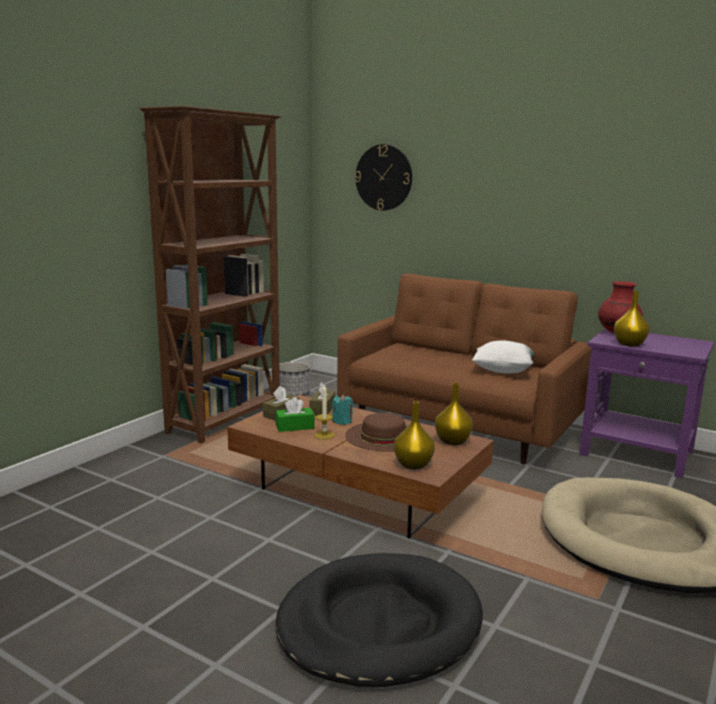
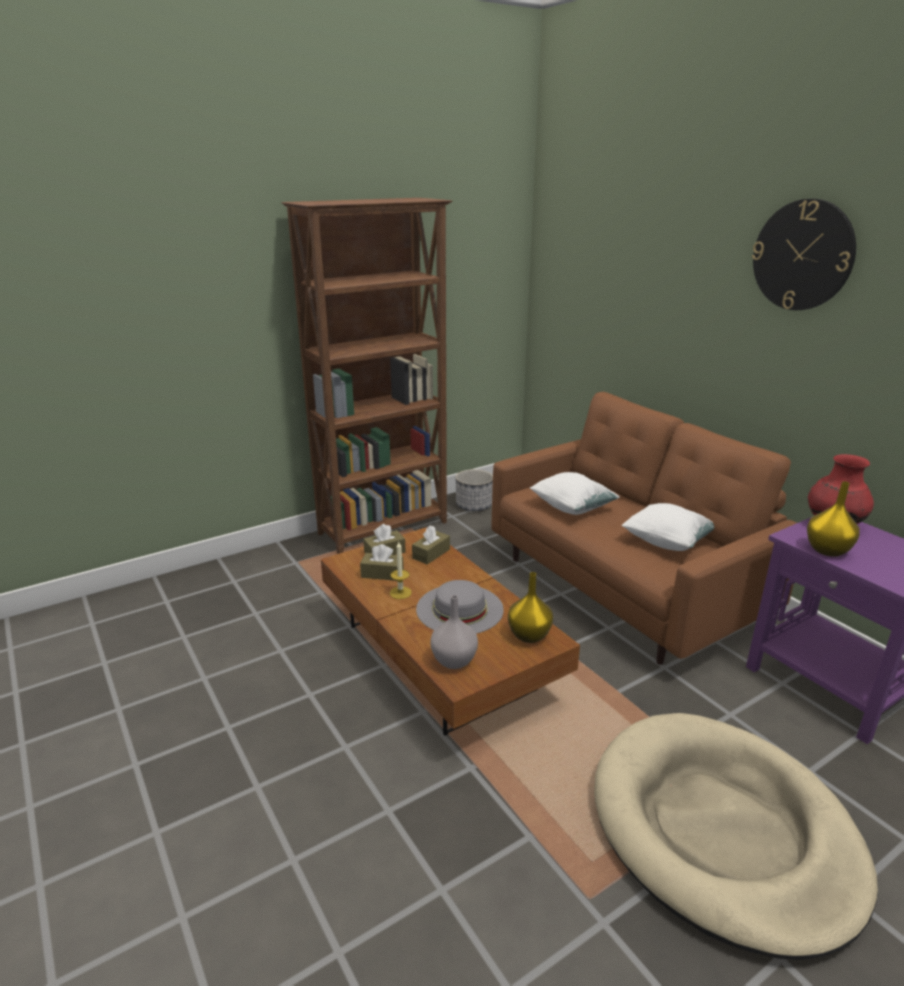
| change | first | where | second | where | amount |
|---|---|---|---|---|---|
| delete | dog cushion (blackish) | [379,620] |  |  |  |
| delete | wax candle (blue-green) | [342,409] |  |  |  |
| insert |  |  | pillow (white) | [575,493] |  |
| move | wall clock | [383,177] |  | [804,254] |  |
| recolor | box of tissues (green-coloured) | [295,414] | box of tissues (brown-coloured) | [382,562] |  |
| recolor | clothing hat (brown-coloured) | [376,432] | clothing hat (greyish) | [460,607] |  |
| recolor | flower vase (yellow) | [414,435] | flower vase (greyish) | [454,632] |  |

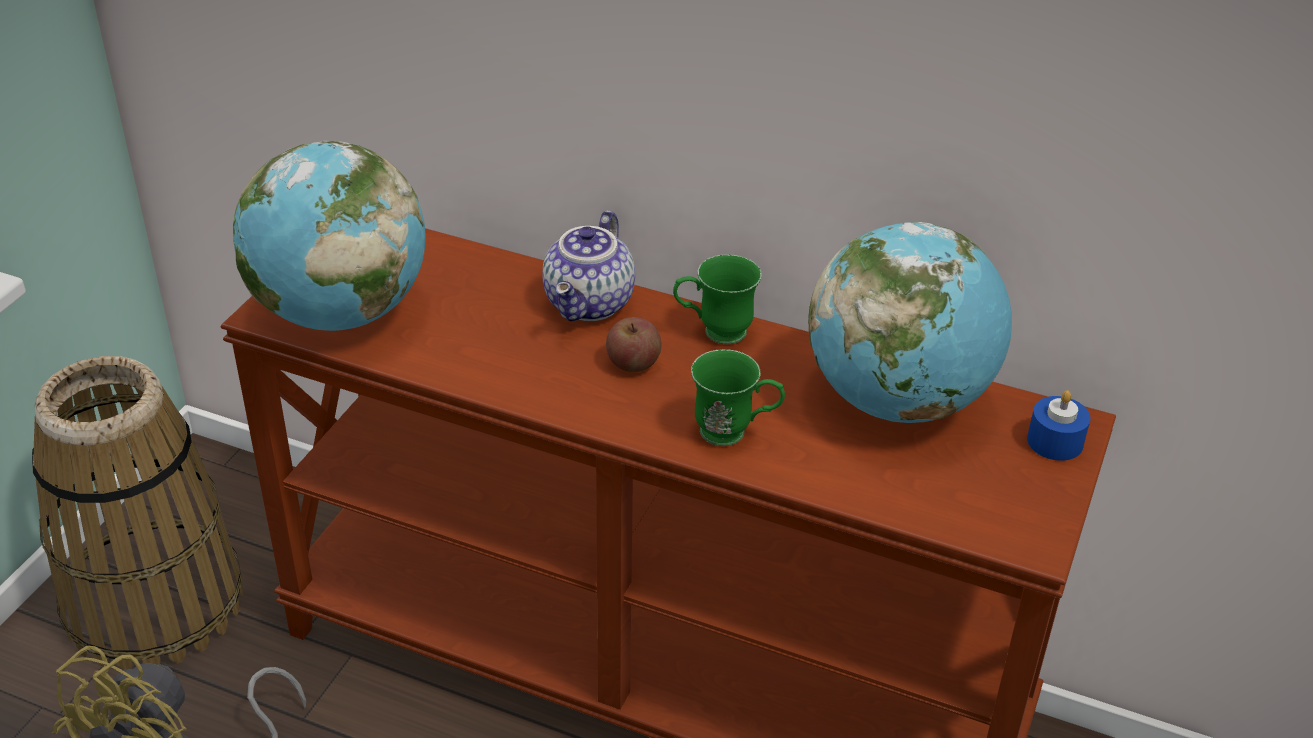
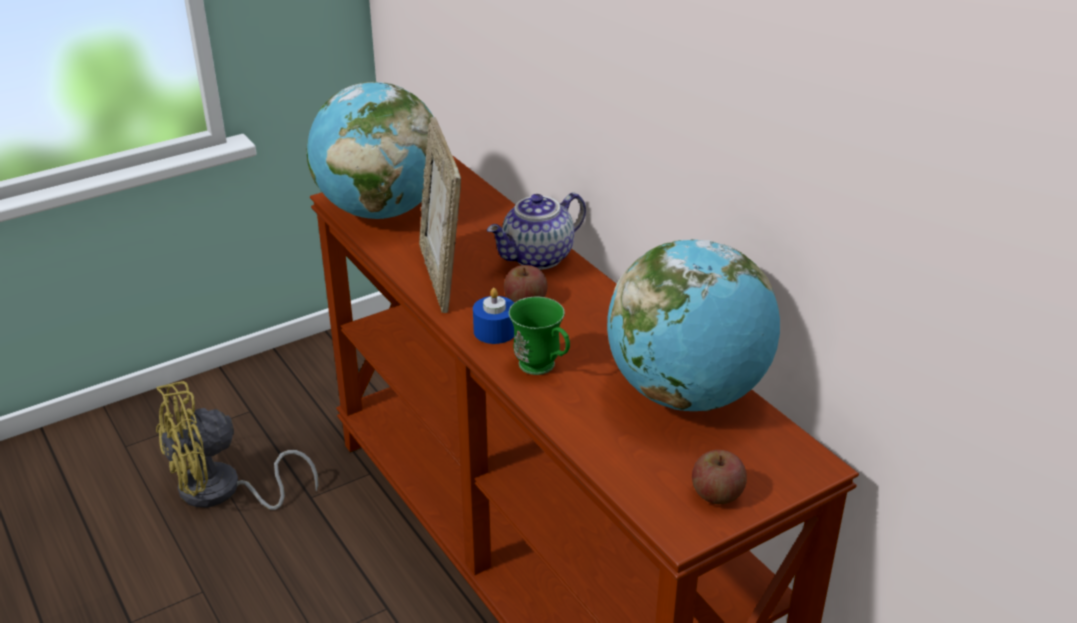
| change | first | where | second | where | amount |
|---|---|---|---|---|---|
| delete | basket | [137,513] |  |  |  |
| delete | mug (green-coloured) | [717,299] |  |  |  |
| insert |  |  | photo frame | [440,215] |  |
| insert |  |  | apple | [719,477] |  |
| move | wax candle (blue) | [1058,425] |  | [493,316] |  |

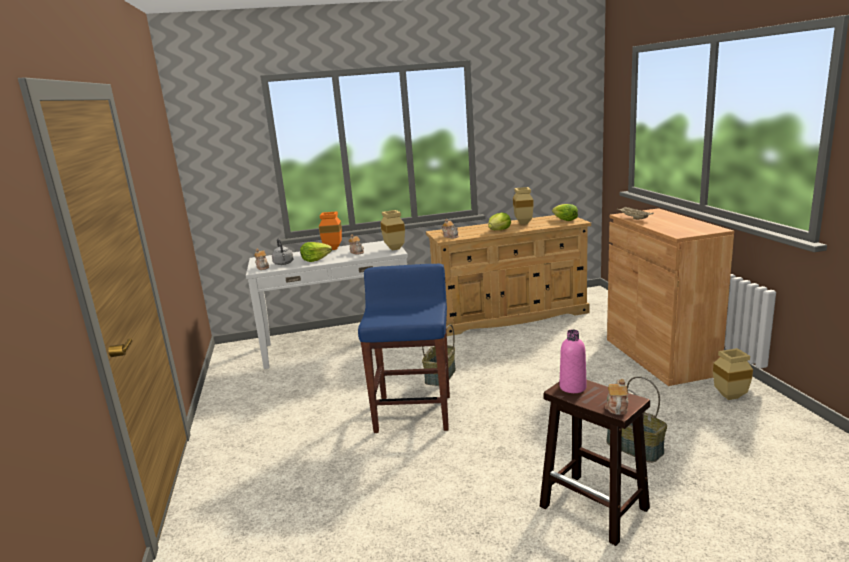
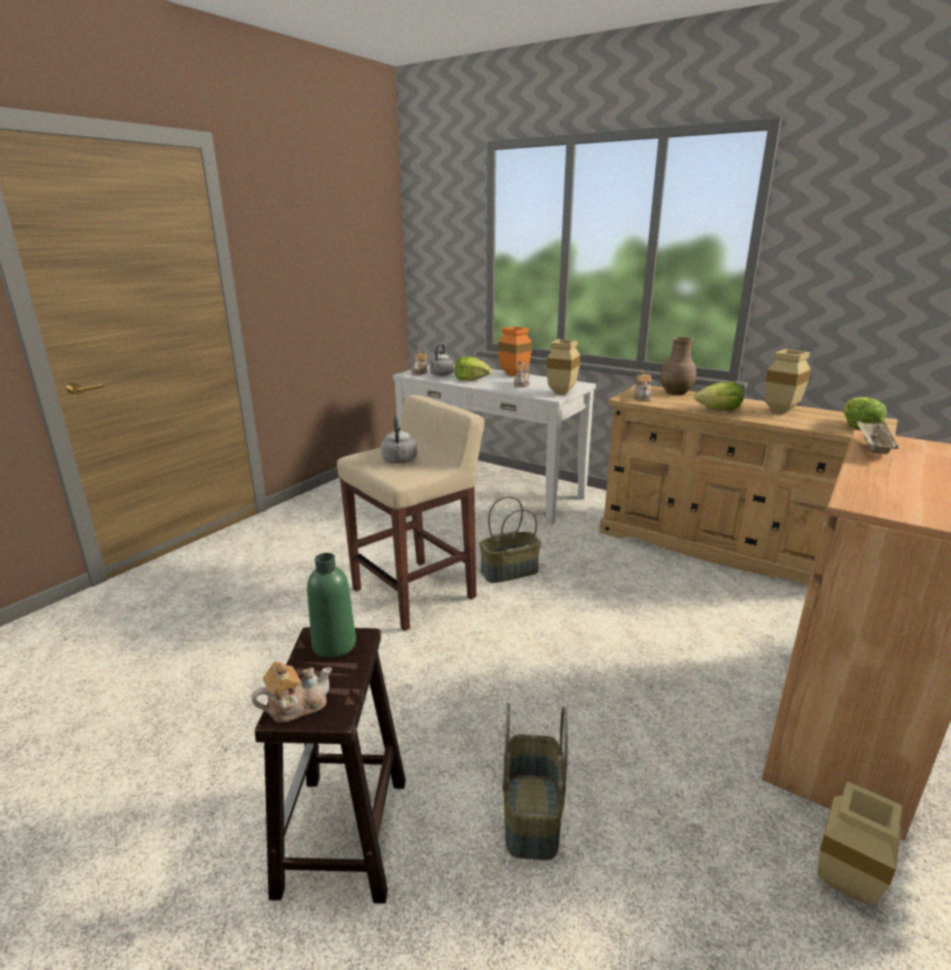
| change | first | where | second | where | amount |
|---|---|---|---|---|---|
| insert |  |  | kettle (greyish) | [399,439] |  |
| insert |  |  | flower vase (brown-coloured) | [678,366] |  |
| recolor | stool seat (blue) | [404,348] | stool seat (sand-coloured) | [411,513] |  |
| recolor | beverage bottle (pink-coloured) | [573,361] | beverage bottle (green-coloured) | [331,605] |  |

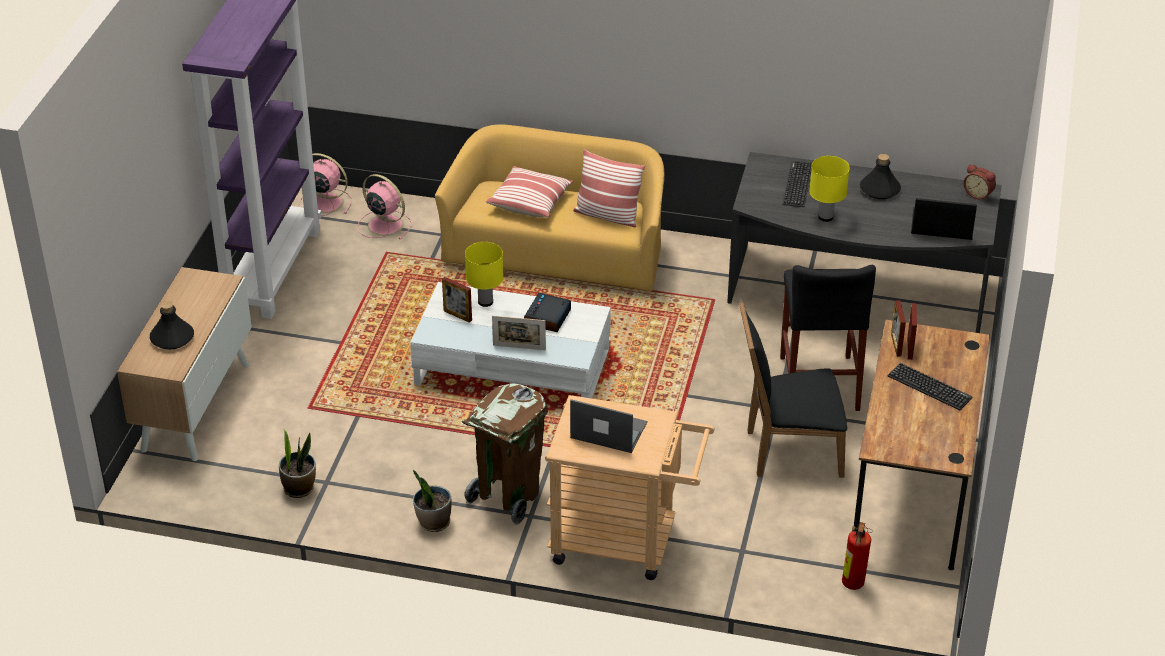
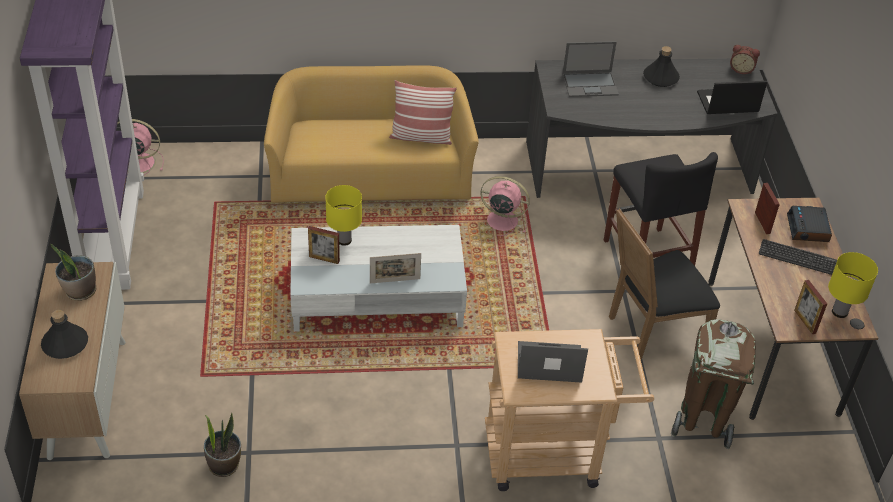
| change | first | where | second | where | amount |
|---|---|---|---|---|---|
| delete | pillow | [529,192] |  |  |  |
| delete | fire-fighting cylinder | [857,556] |  |  |  |
| move | electric fan (pink-coloured) | [384,206] |  | [505,206] |  |
| move | potted plant | [432,501] |  | [73,272] |  |
| move | trash can (brown-coloured) | [505,454] |  | [713,384] |  |
| move | alarm clock | [547,312] |  | [809,224] |  |
| move | tabletop lamp (yellow) | [829,189] |  | [853,285] |  |
| move | photo frame | [898,328] |  | [810,307] |  |
| replace | PC keyboard | [797,184] | notebook computer | [591,69] |  |

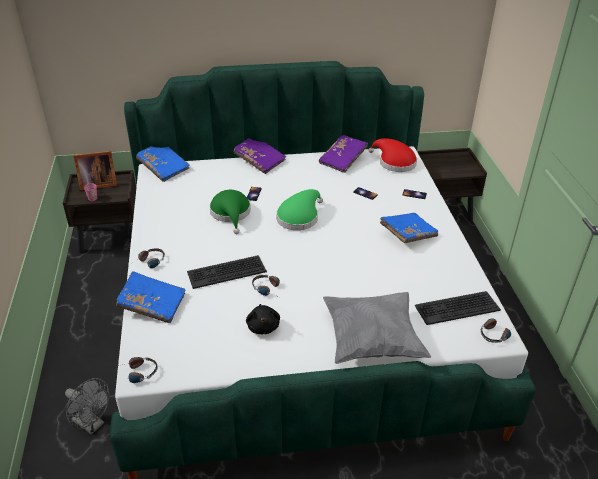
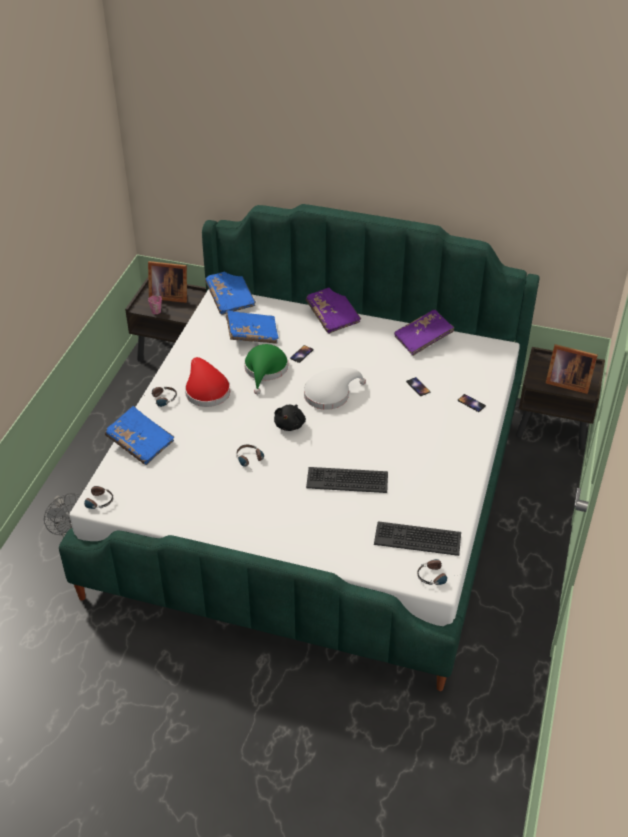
| change | first | where | second | where | amount |
|---|---|---|---|---|---|
| delete | pillow (greyish) | [377,328] |  |  |  |
| insert |  |  | photo frame | [572,369] |  |
| move | PC keyboard | [227,272] |  | [347,480] |  |
| move | soft toy (blackish) | [263,319] |  | [290,418] |  |
| move | clothing hat (red) | [392,155] |  | [207,382] |  |
| move | volume (blue) | [409,228] |  | [252,326] |  |
| recolor | clothing hat (green-coloured) | [299,209] | clothing hat (white) | [335,388] |  |

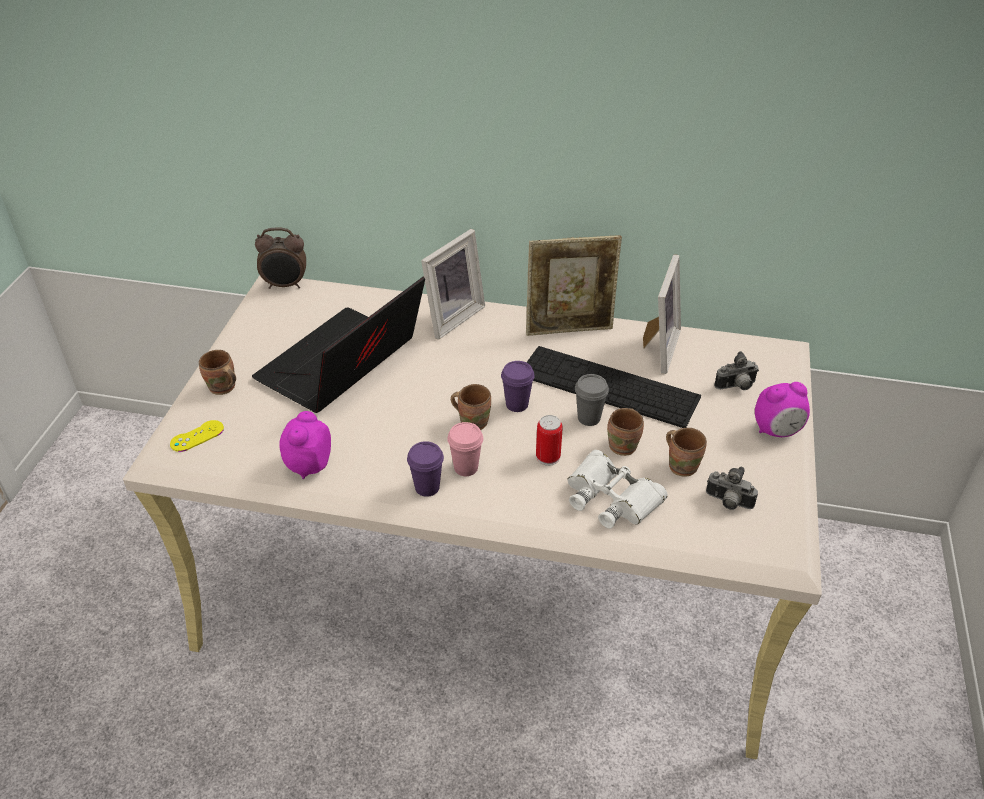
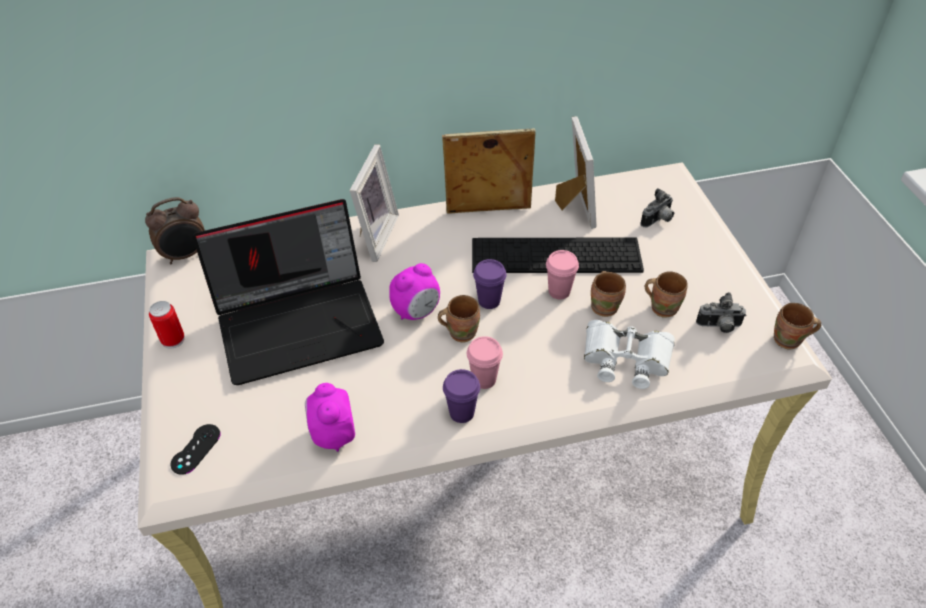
| change | first | where | second | where | amount |
|---|---|---|---|---|---|
| move | mug (brown-coloured) | [217,372] |  | [797,326] |  |
| move | sealed can | [549,440] |  | [167,325] |  |
| move | alarm clock | [782,409] |  | [414,291] |  |
| recolor | joypad (yellow) | [197,436] | joypad (blackish) | [195,449] |  |
| recolor | drinking cup (greyish) | [592,400] | drinking cup (pink-coloured) | [562,274] |  |
| rotate | notebook computer | [338,344] |  | [288,292] | 120 degrees counterclockwise |
| rotate | photo frame | [574,285] |  | [489,171] | 150 degrees counterclockwise |

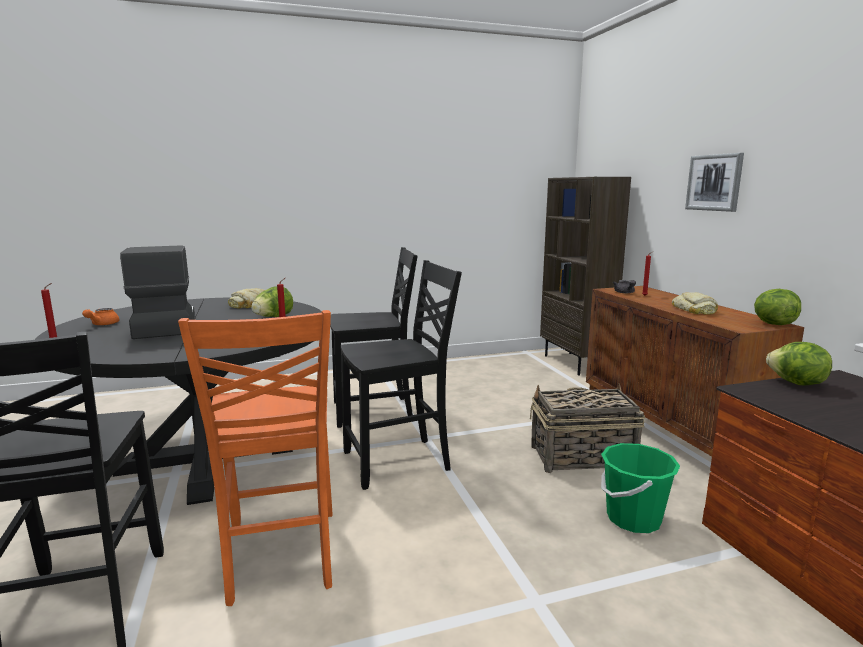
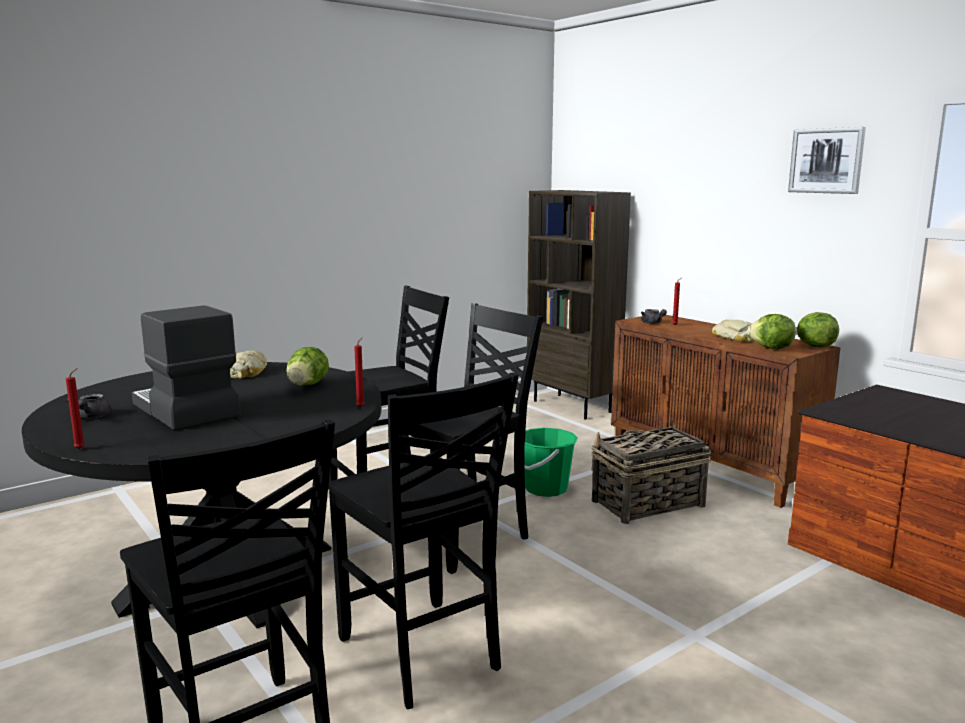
| change | first | where | second | where | amount |
|---|---|---|---|---|---|
| move | bucket (green-coloured) | [640,488] |  | [551,462] |  |
| move | wall picture | [714,182] |  | [827,160] |  |
| move | head of lettuce | [799,364] |  | [771,331] |  |
| recolor | tea pot (orange-coloured) | [100,317] | tea pot (greyish) | [88,406] |  |
| recolor | chair (orange-coloured) | [255,458] | chair (blackish) | [423,540] |  |

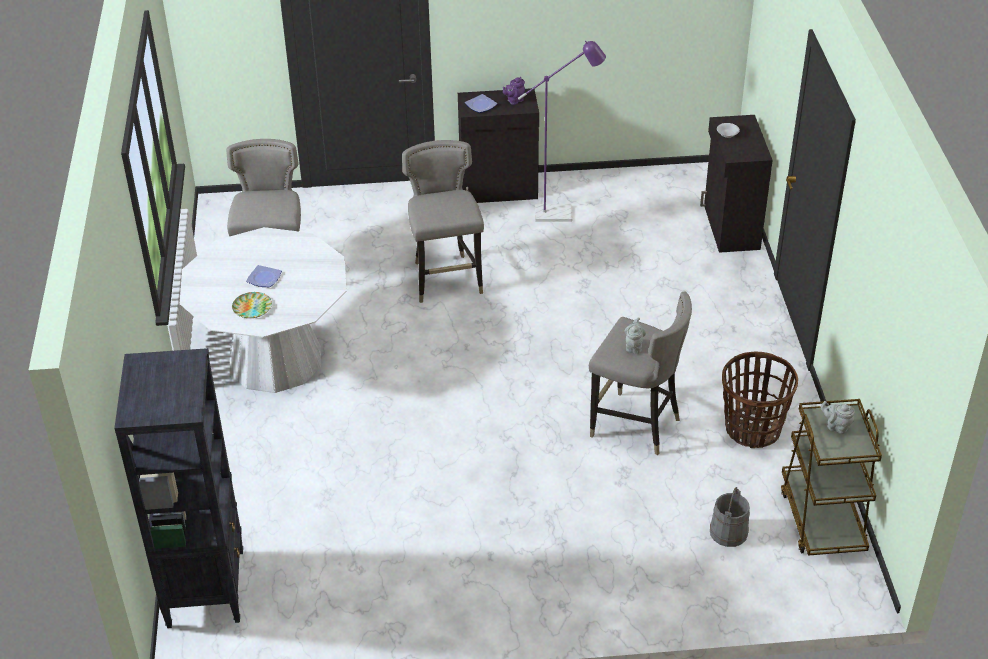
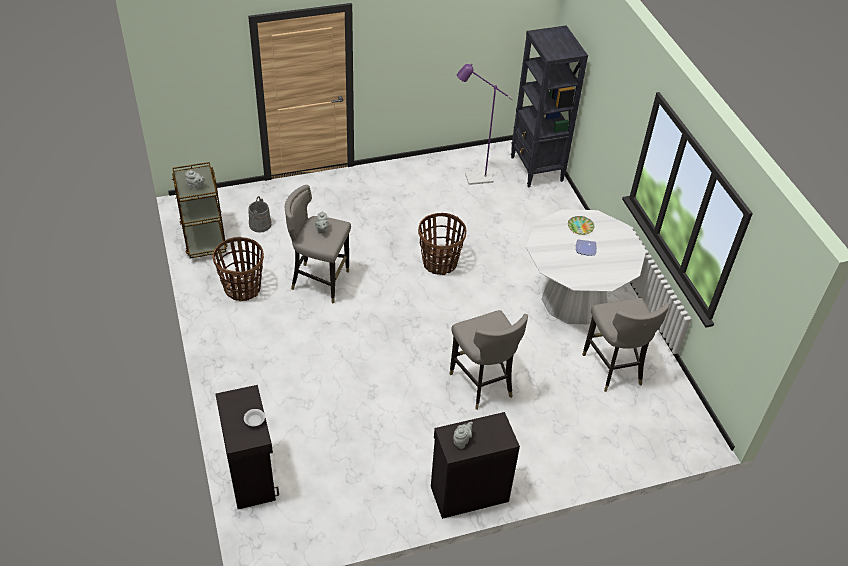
| change | first | where | second | where | amount |
|---|---|---|---|---|---|
| delete | plate | [481,103] |  |  |  |
| insert |  |  | basket | [442,244] |  |
| move | standard lamp (purplish) | [562,131] |  | [485,124] |  |
| recolor | tea pot (purplish) | [514,91] | tea pot (greyish) | [463,435] |  |

